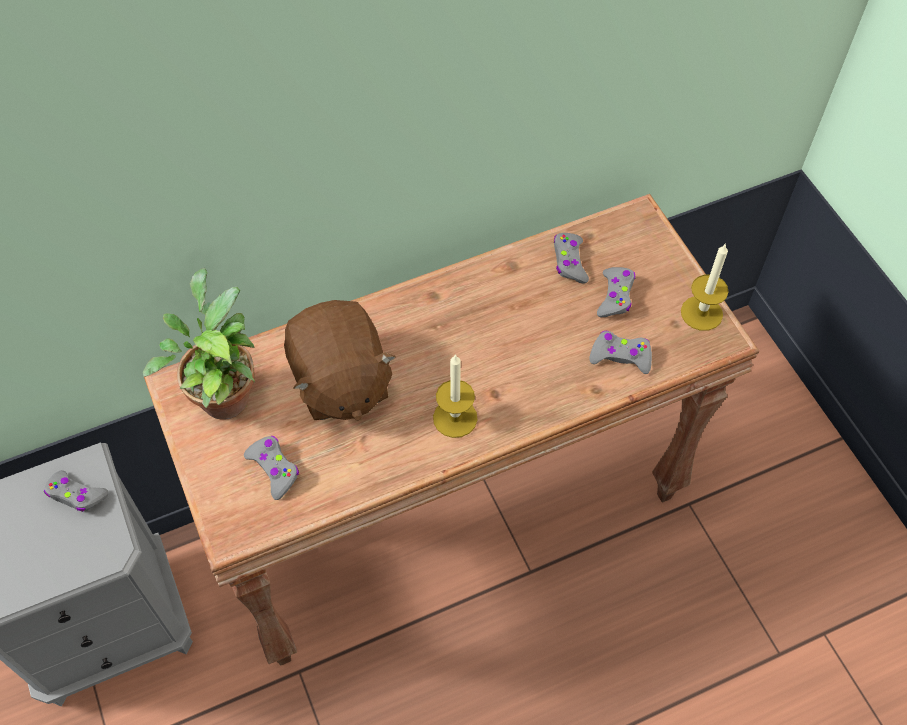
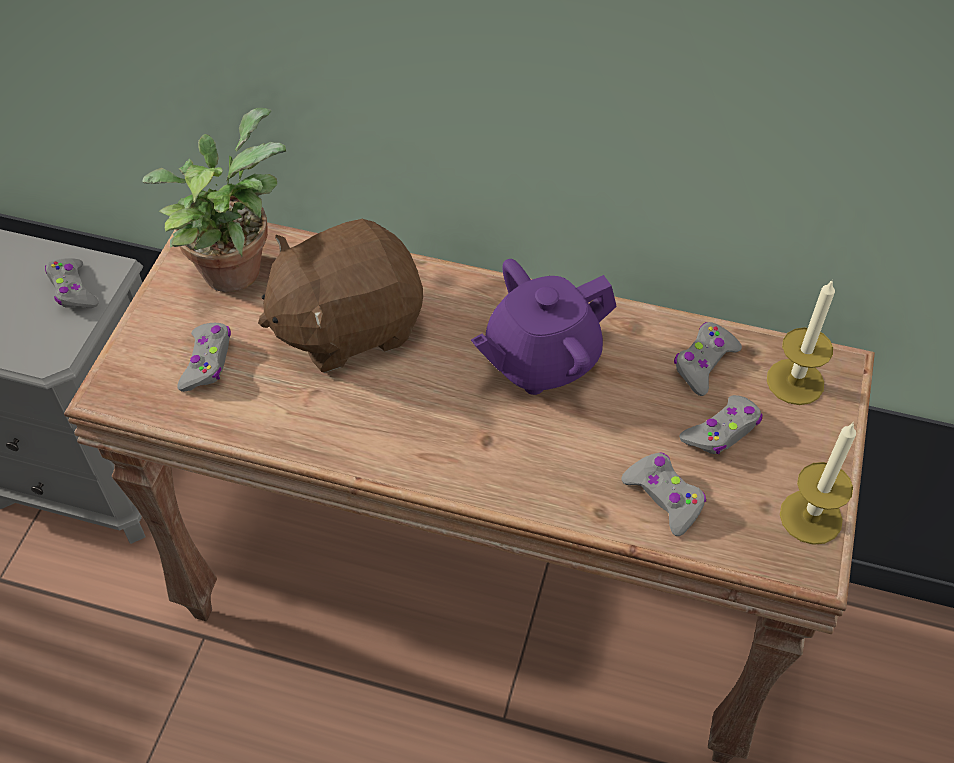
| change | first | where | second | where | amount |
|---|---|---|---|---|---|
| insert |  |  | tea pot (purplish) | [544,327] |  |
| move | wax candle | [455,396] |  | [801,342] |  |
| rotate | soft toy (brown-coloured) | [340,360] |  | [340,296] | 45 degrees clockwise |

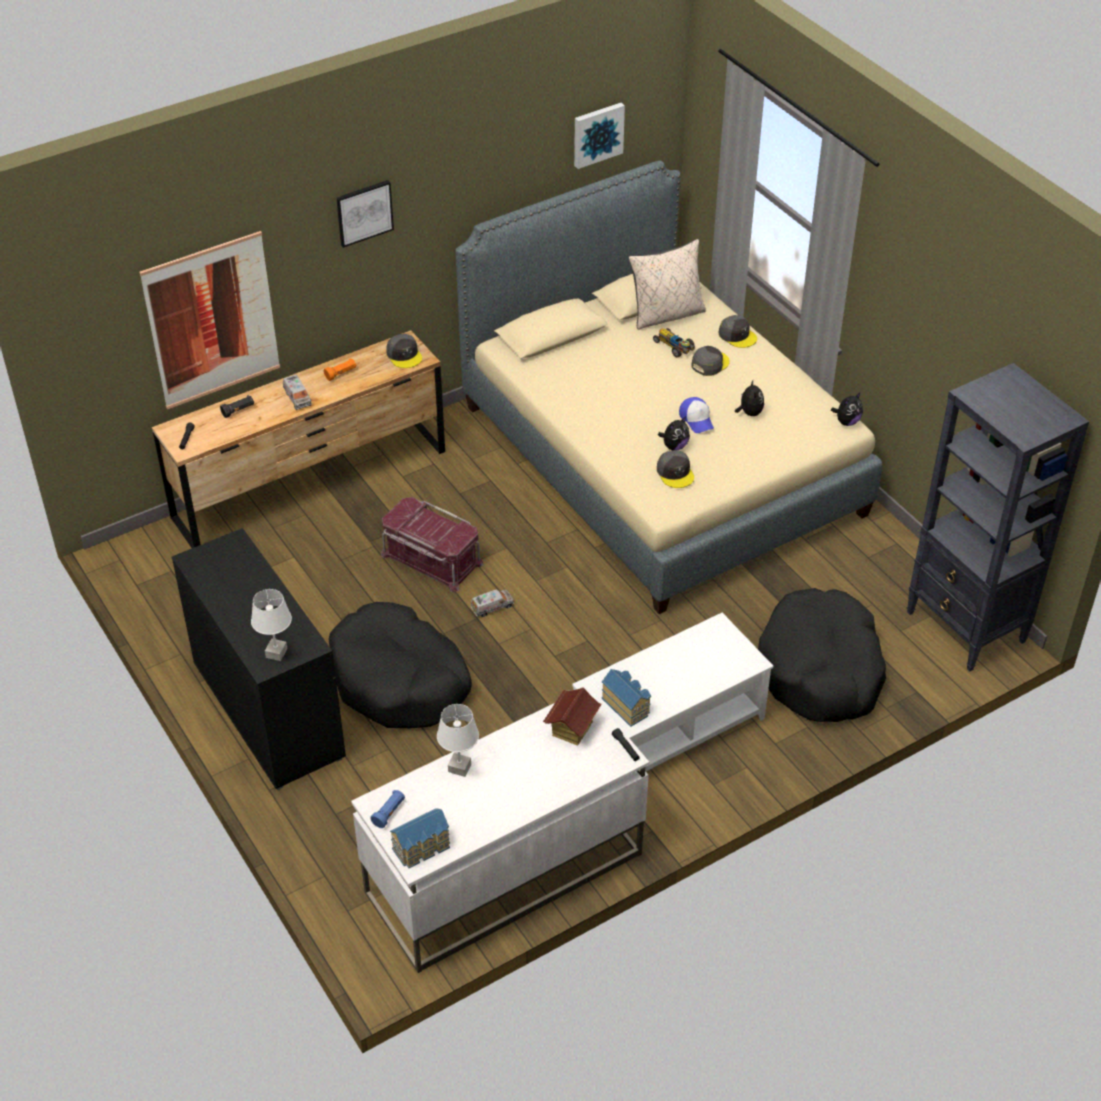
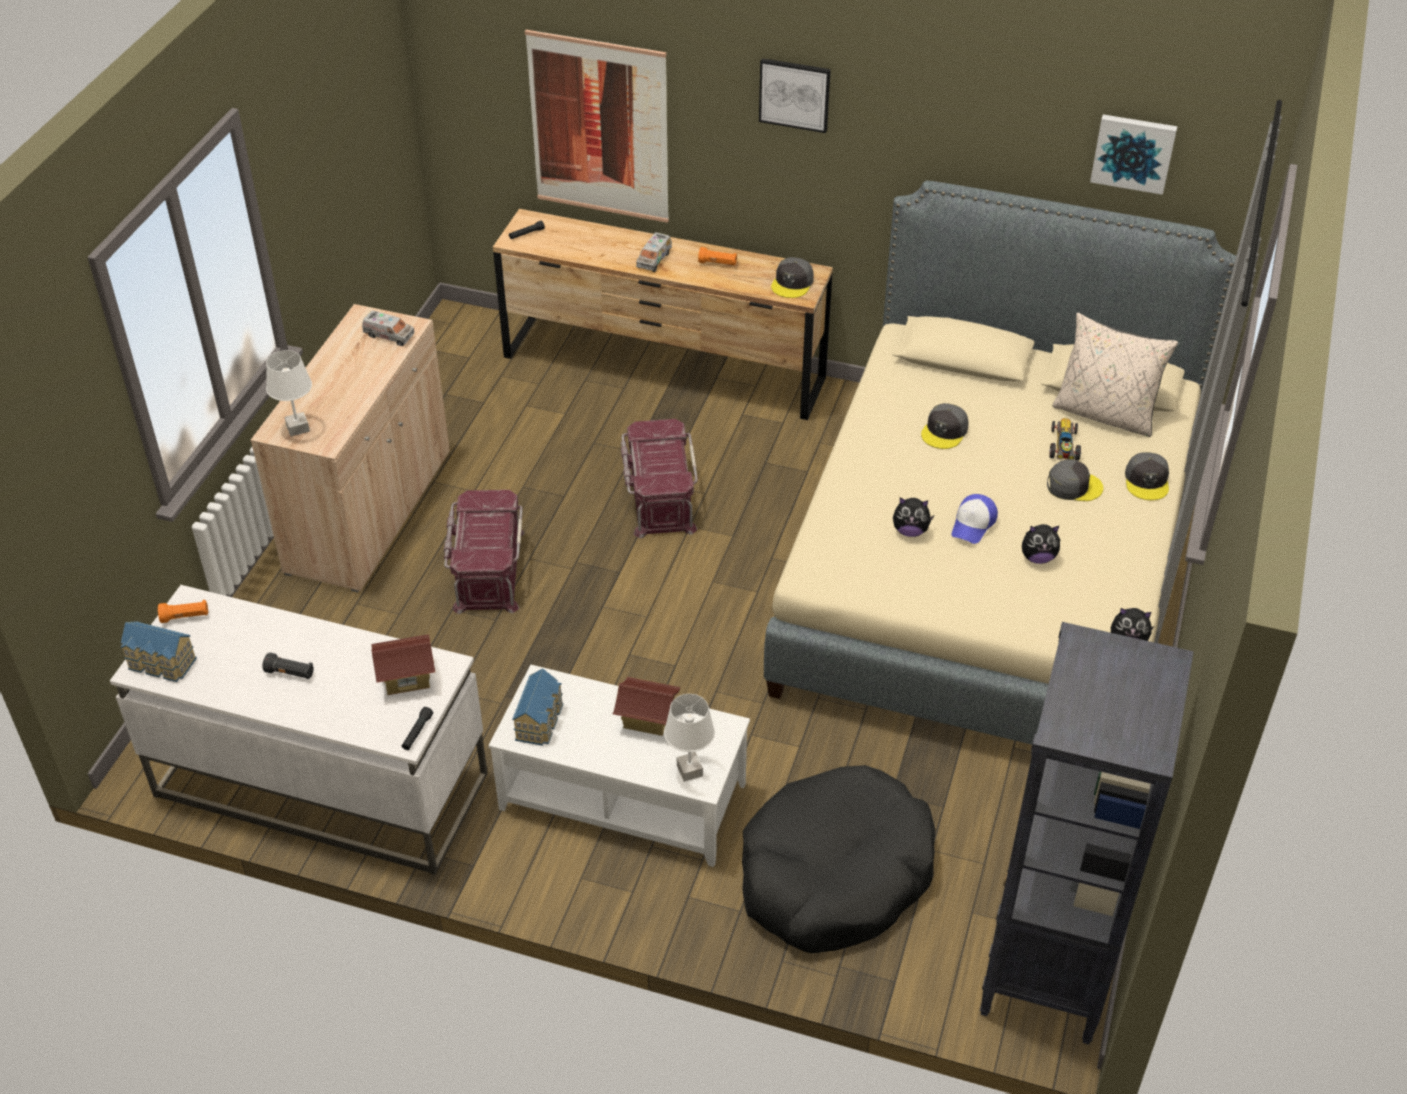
| change | first | where | second | where | amount |
|---|---|---|---|---|---|
| insert |  |  | toy house | [646,706] |  |
| move | hand torch (blackish) | [237,406] |  | [288,665] |  |
| move | tabletop lamp (white) | [458,740] |  | [689,738] |  |
| move | toy truck | [492,603] |  | [388,328] |  |
| move | cap (greyish) | [675,469] |  | [945,426] |  |
| replace | dog cushion (blackish) | [400,665] | storage box (red) | [484,552] |  |
| recolor | storage cabinet (blackish) | [259,659] | storage cabinet (sand-coloured) | [350,448] |  |
| recolor | hand torch (blue) | [387,809] | hand torch (orange-coloured) | [183,611] |  |
| rotate | soft toy | [749,398] |  | [1041,544] | 45 degrees clockwise |

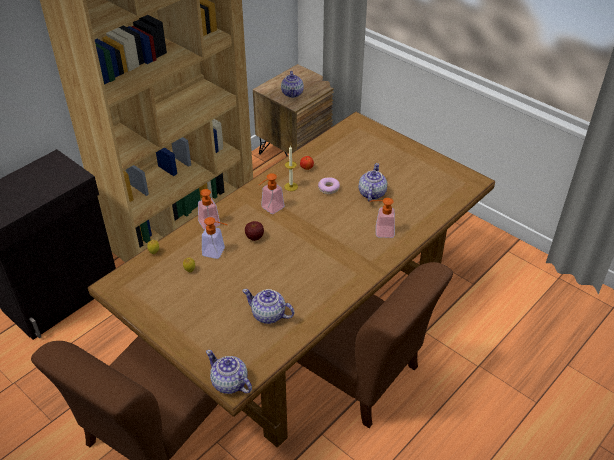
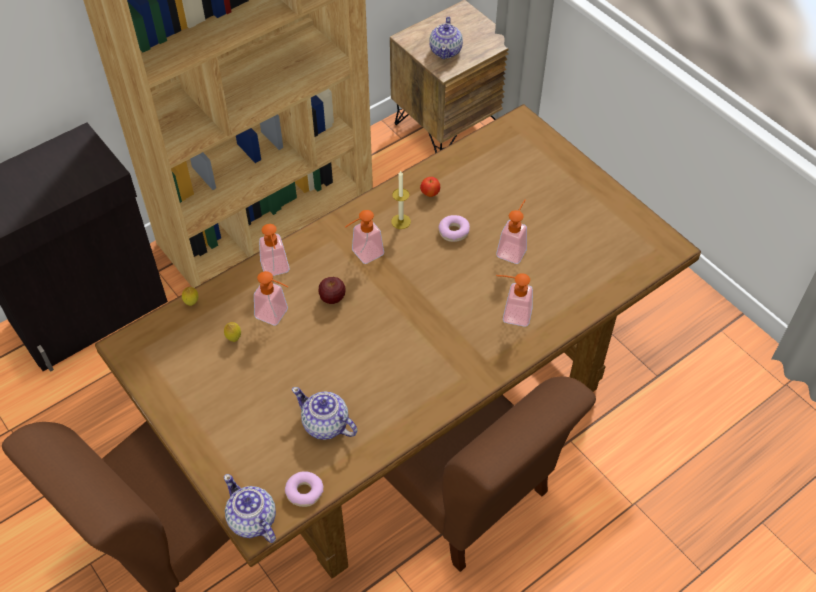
| change | first | where | second | where | amount |
|---|---|---|---|---|---|
| insert |  |  | doughnut | [304,489] |  |
| replace | tea pot | [373,182] | soap bottle | [511,231] |  |

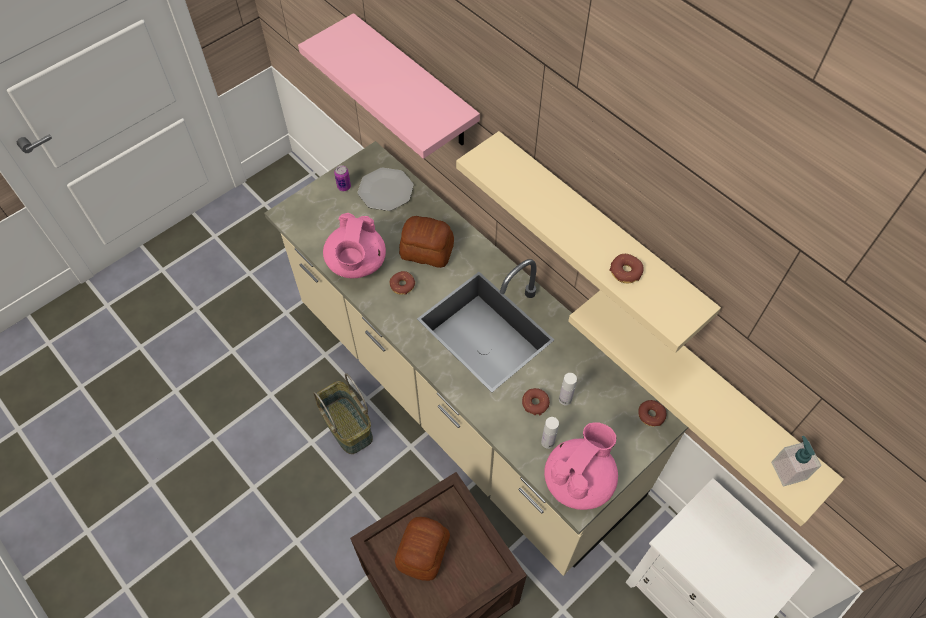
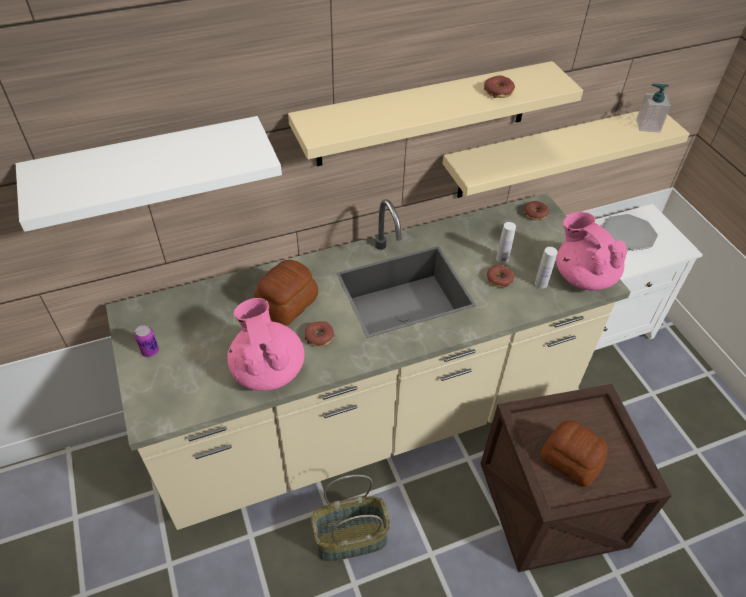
| change | first | where | second | where | amount |
|---|---|---|---|---|---|
| move | plate | [386,189] |  | [630,232] |  |
| recolor | wall shelf (pink-coloured) | [389,86] | wall shelf (white) | [149,174] |  |
| rotate | tea pot (pink-coloured) | [354,245] |  | [266,344] | 135 degrees counterclockwise |

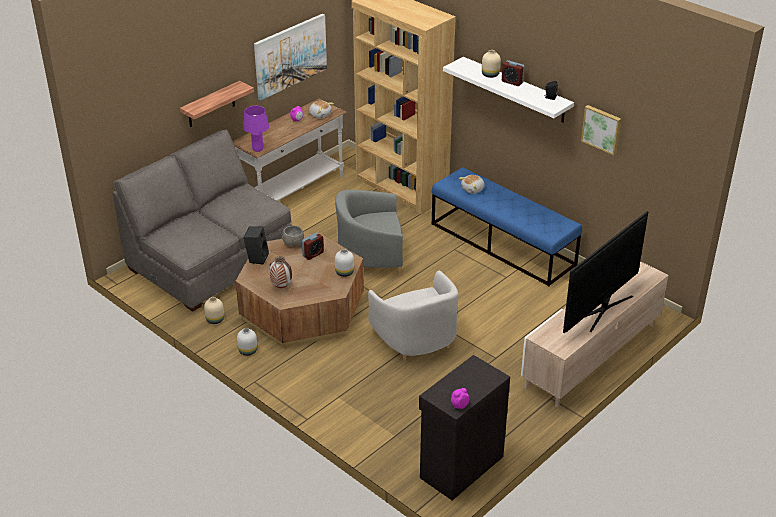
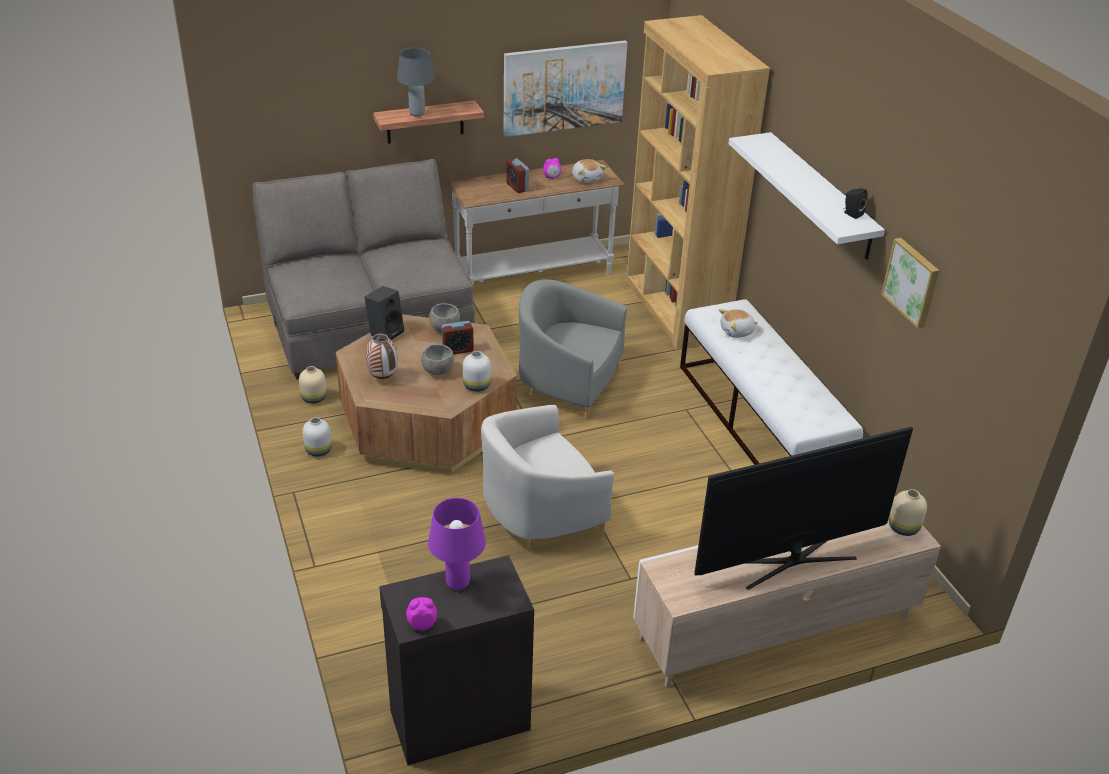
| change | first | where | second | where | amount |
|---|---|---|---|---|---|
| insert |  |  | tabletop lamp (greyish) | [416,82] |  |
| insert |  |  | deep dish (greyish) | [437,359] |  |
| move | tabletop lamp (purplish) | [256,129] |  | [457,544] |  |
| move | flower vase (sand-coloured) | [491,64] |  | [908,512] |  |
| move | alarm clock | [513,73] |  | [517,176] |  |
| recolor | bench (blue) | [507,226] | bench (white) | [771,382] |  |
| rotate | easy chair (white) | [413,316] |  | [547,477] | 60 degrees clockwise |

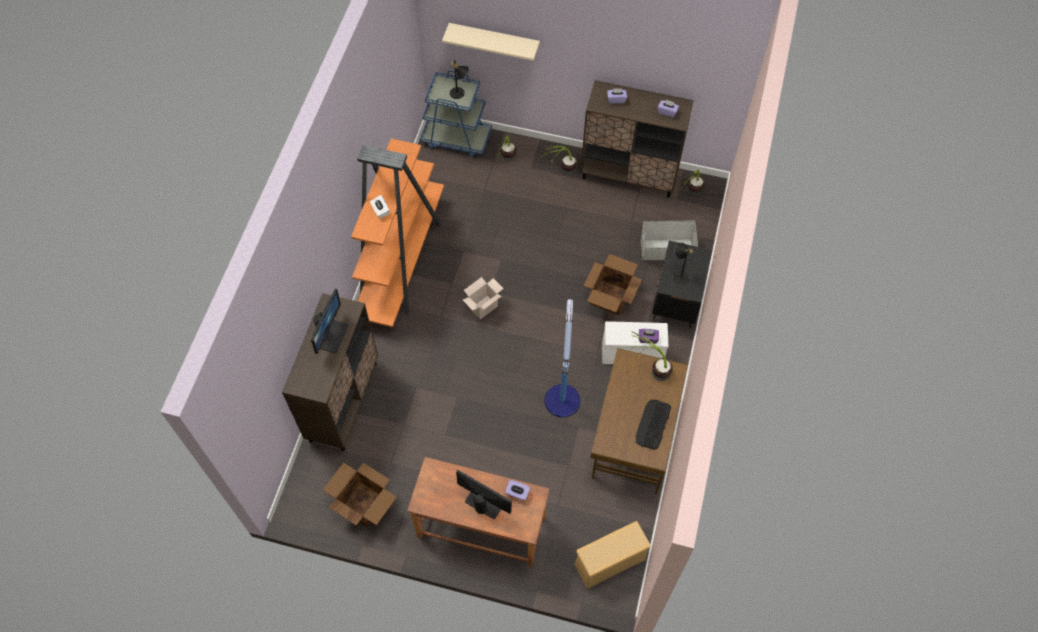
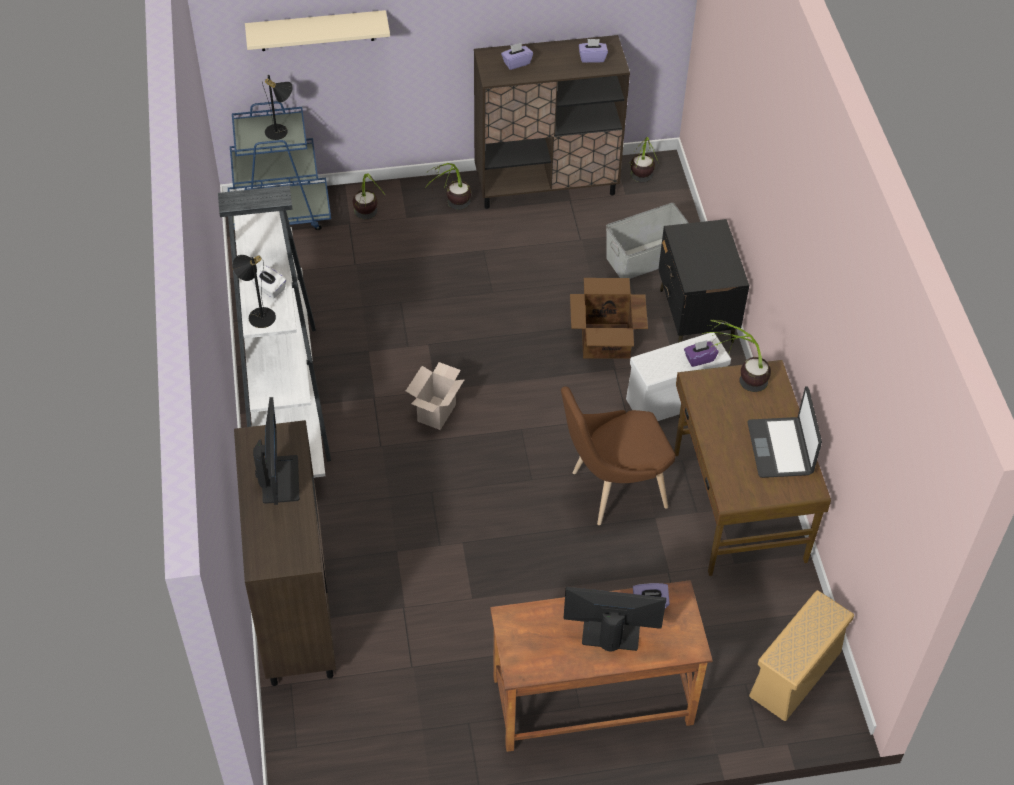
| change | first | where | second | where | amount |
|---|---|---|---|---|---|
| delete | cardboard box | [360,495] |  |  |  |
| move | tabletop lamp (blackish) | [683,264] |  | [254,291] |  |
| replace | standard lamp | [562,358] | chair (brown-coloured) | [618,456] |  |
| replace | PC keyboard | [653,425] | notebook computer | [784,432] |  |
| recolor | shelving unit (orange-coloured) | [397,233] | shelving unit (white) | [274,331] |  |

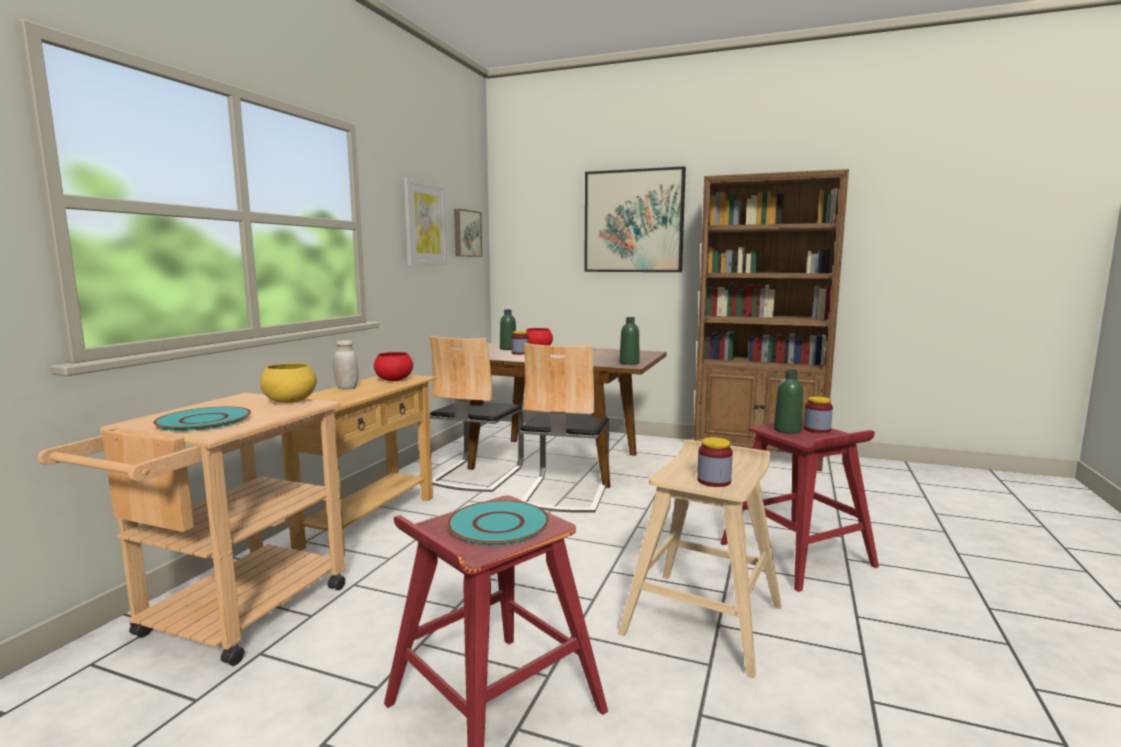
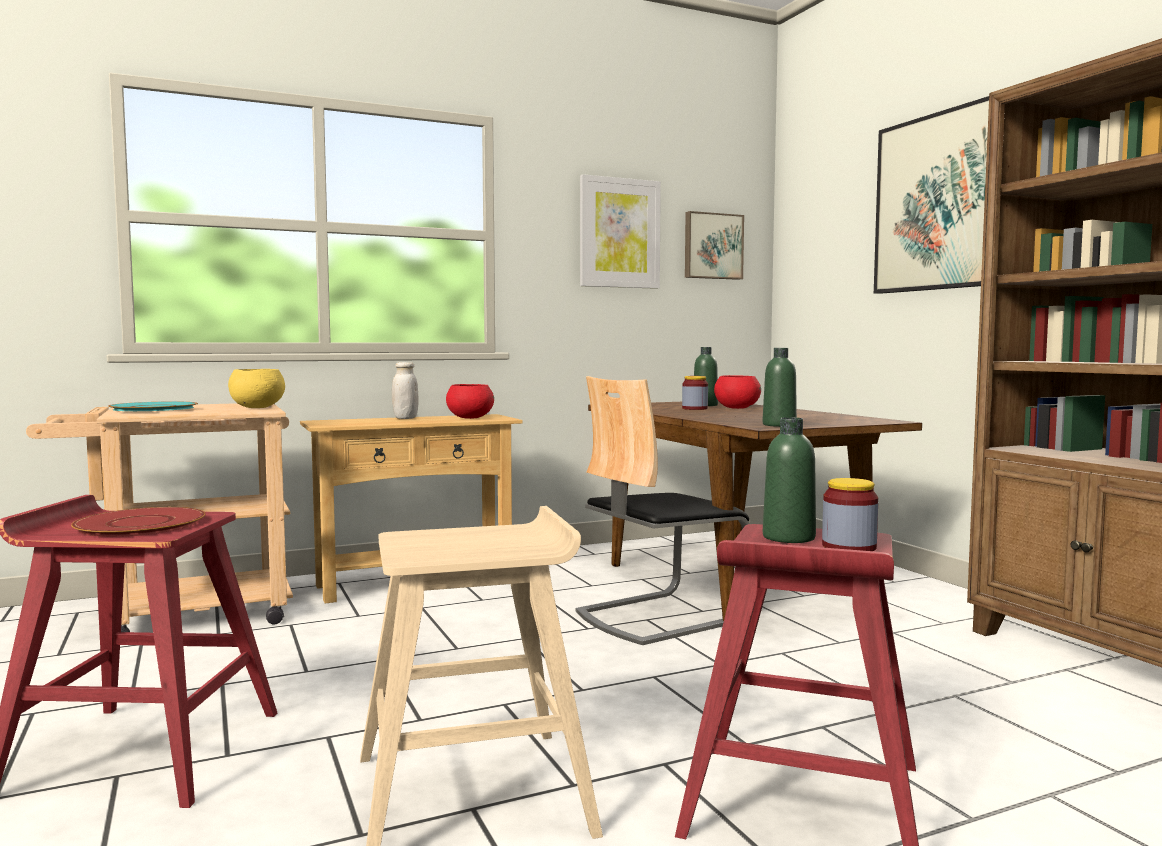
| change | first | where | second | where | amount |
|---|---|---|---|---|---|
| delete | chair | [476,414] |  |  |  |
| delete | storage jar | [715,462] |  |  |  |
| recolor | plate (blue-green) | [498,523] | plate (red) | [138,522] |  |

